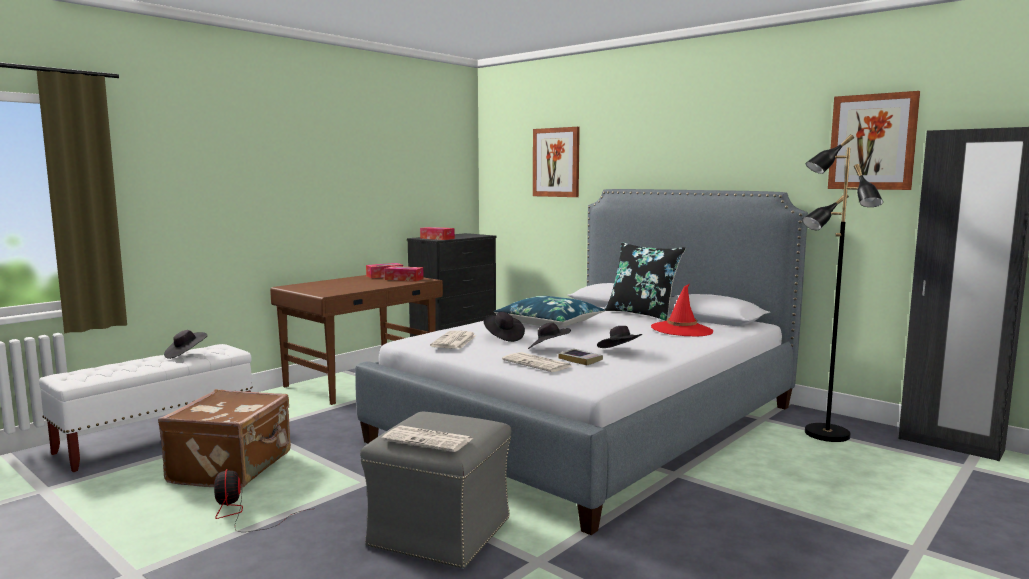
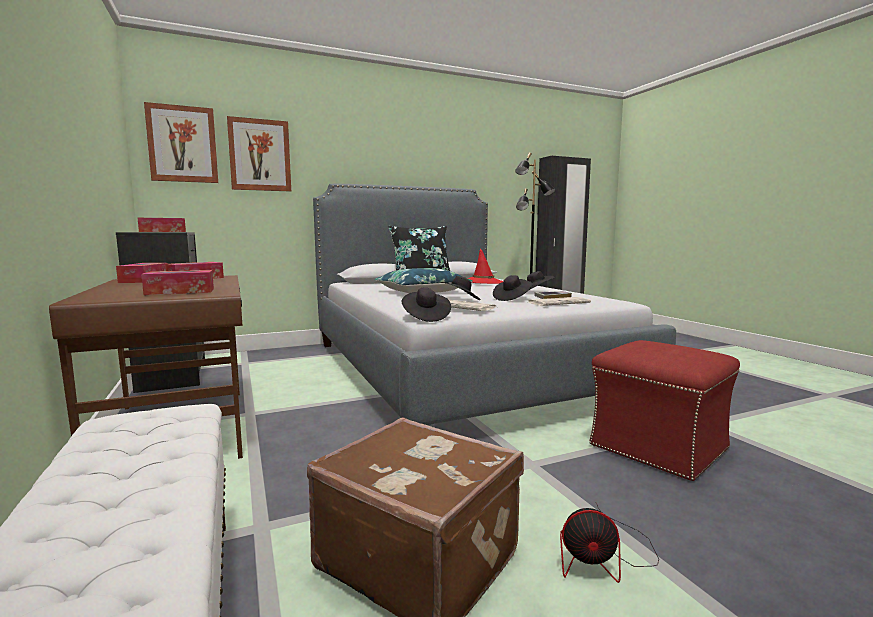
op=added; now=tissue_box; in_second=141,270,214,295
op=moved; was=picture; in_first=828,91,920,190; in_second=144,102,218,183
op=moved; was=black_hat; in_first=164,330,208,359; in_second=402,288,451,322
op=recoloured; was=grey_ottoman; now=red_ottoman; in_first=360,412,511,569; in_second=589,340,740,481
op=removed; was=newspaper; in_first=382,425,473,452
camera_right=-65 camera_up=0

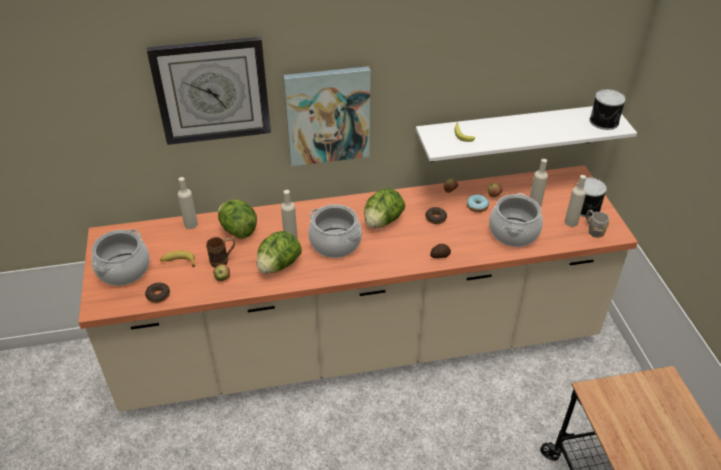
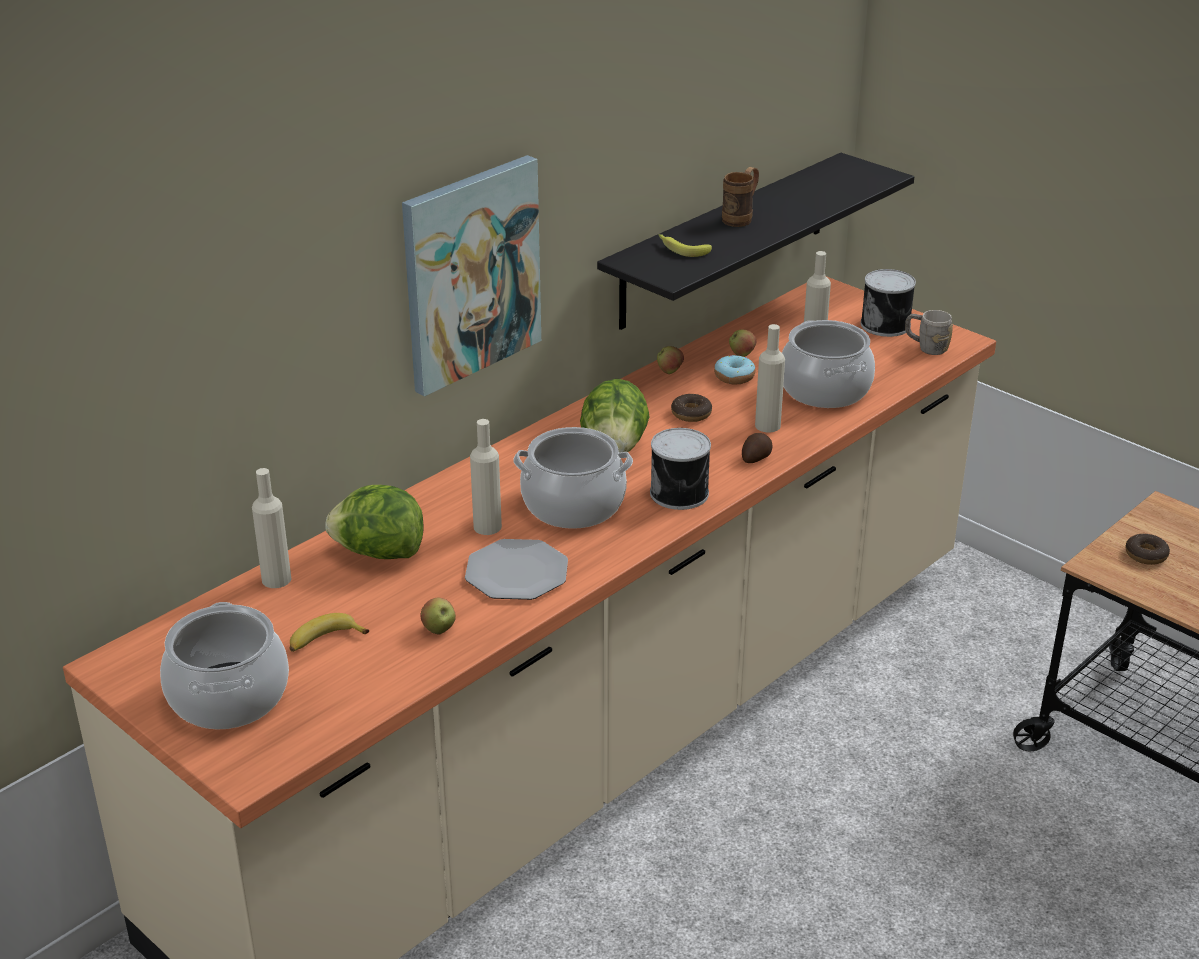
op=replaced; was=lettuce; now=plate; in_first=257,231,302,274; in_second=465,539,568,600
op=recoloured; was=white_shelf; now=black_shelf; in_first=416,106,637,162; in_second=597,153,914,330
op=moved; was=can; in_first=589,89,626,130; in_second=650,428,711,510
op=moved; was=brown_mug; in_first=206,237,235,268; in_second=722,167,759,227
op=moved; was=beige_bottle; in_first=564,175,586,227; in_second=755,324,785,432
op=moved; was=donut; in_first=145,283,170,303; in_second=1126,534,1170,565
op=removed; was=wall_clock; in_first=147,37,271,145
camera_right=-35 camera_up=-10

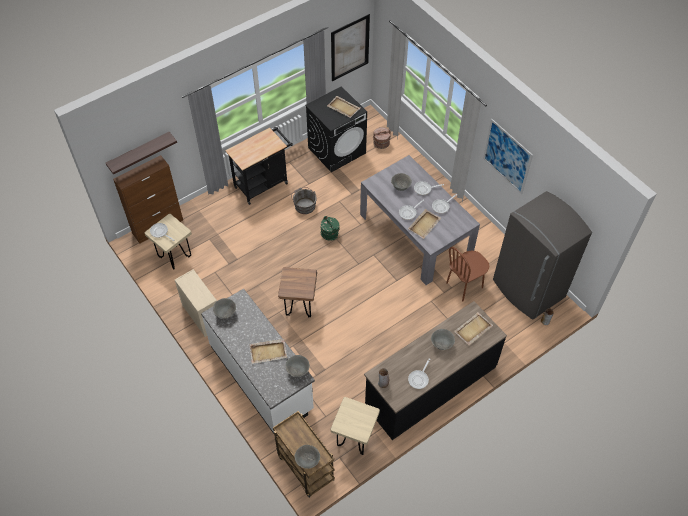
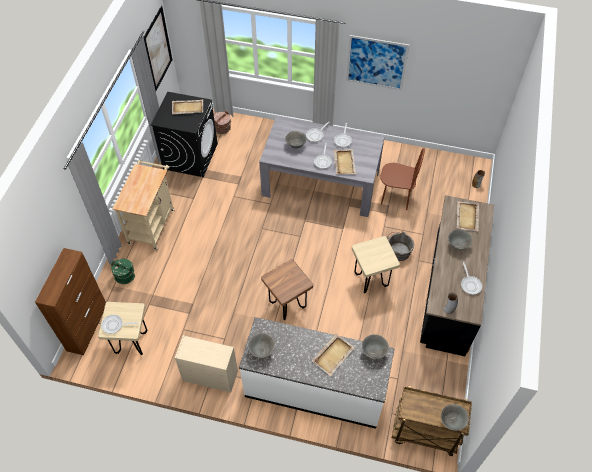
op=moved; was=green_bucket; in_first=321,216,340,241; in_second=111,259,135,284
op=recoloured; was=black_cart; now=beige_cart; in_first=225,127,293,205; in_second=112,160,175,250
op=moved; was=beige_stool; in_first=331,397,380,455; in_second=352,236,400,293
op=turned; was=brown_chair; in_first=446,247,489,301; in_second=381,148,425,210; clockwise=-90
op=moved; was=grey_bucket; in_first=291,187,317,214; in_second=387,232,414,261
op=removed; was=shelf; in_first=106,132,177,175
op=removed; was=grey_fridge; in_first=493,191,592,320
camera_right=-40 camera_up=0

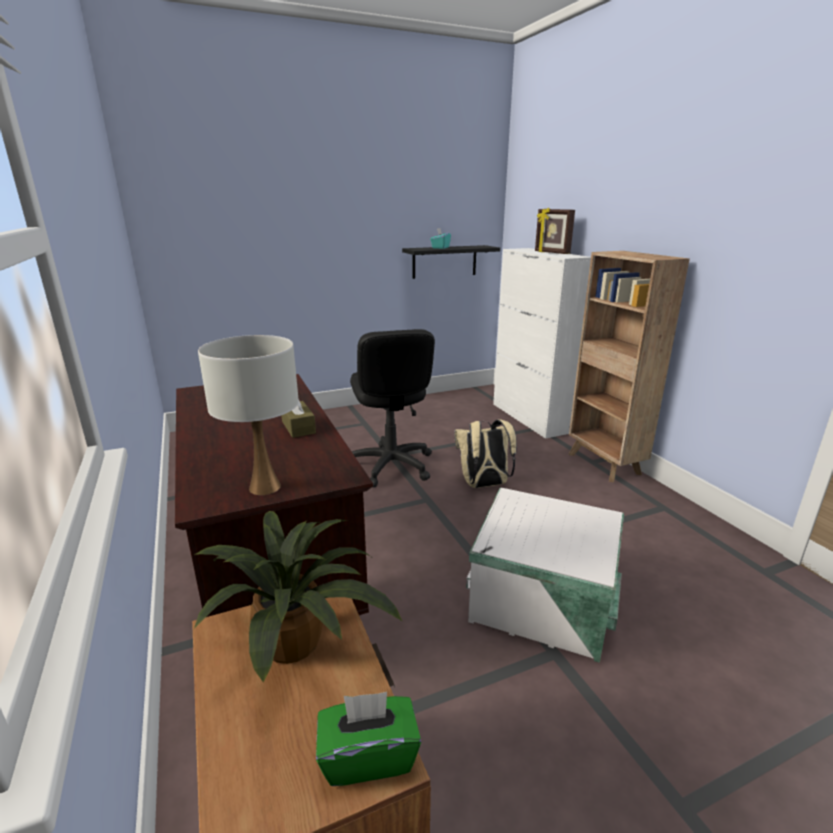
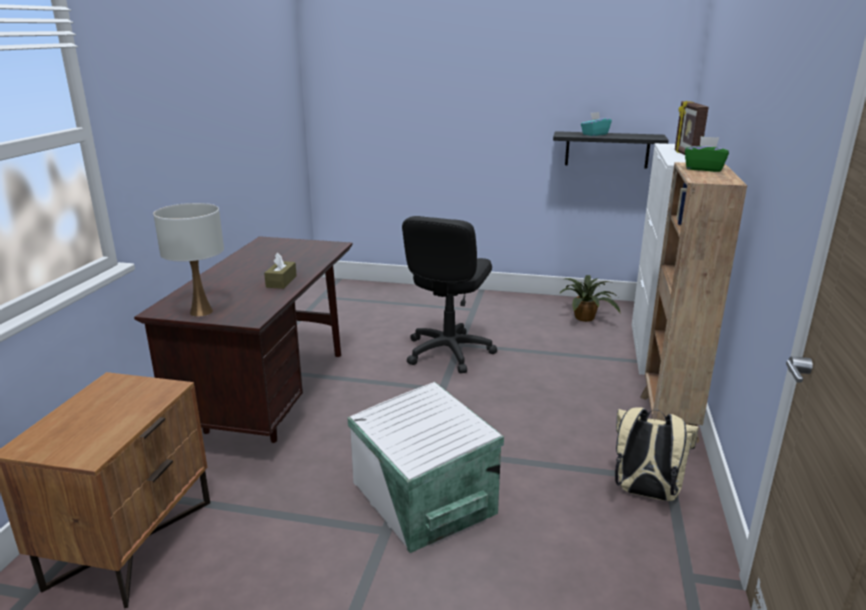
op=moved; was=potted_plant; in_first=194,511,402,683; in_second=559,275,621,322
op=moved; was=beige_backpack; in_first=454,419,517,488; in_second=615,407,699,501
op=moved; was=green_tissue_box; in_first=316,692,421,786; in_second=685,136,729,172
camera_right=35 camera_up=0

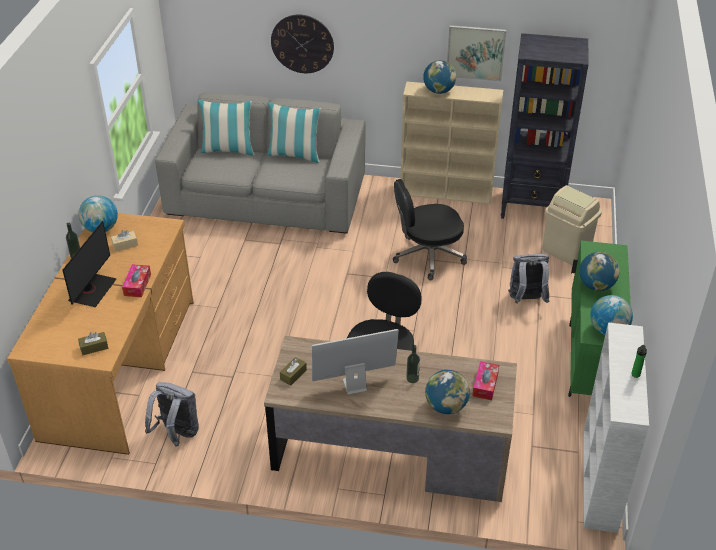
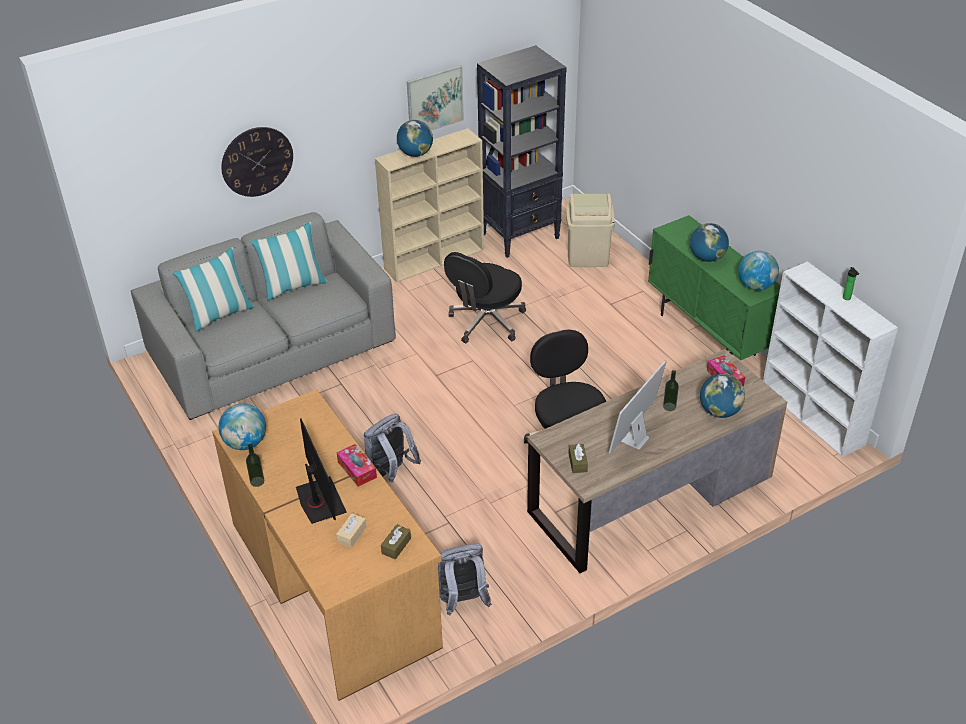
op=moved; was=beige_tissue_box; in_first=111,230,138,252; in_second=336,513,366,548
op=moved; was=grey_backpack; in_first=508,254,549,304; in_second=364,413,421,482
camera_right=-40 camera_up=0

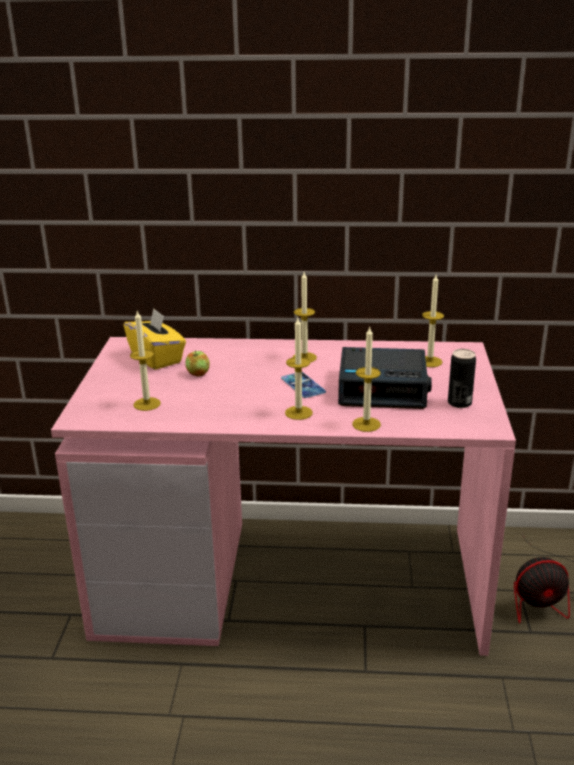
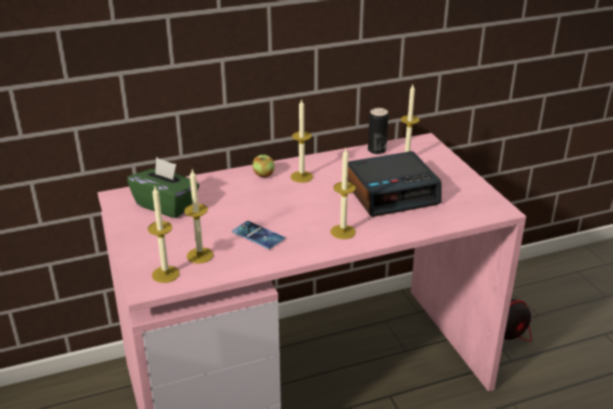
op=recoloured; was=yellow_tissue_box; now=green_tissue_box; in_first=124,308,186,370; in_second=127,157,199,218
op=moved; was=candle; in_first=352,327,381,432; in_second=148,187,180,283
op=moved; was=phone; in_first=281,372,326,398; in_second=232,221,285,249
op=moved; was=apple; in_first=186,350,210,377; in_second=253,154,275,177
op=moved; was=can; in_first=448,349,476,408; in_second=368,108,389,154
camera_right=-25 camera_up=5

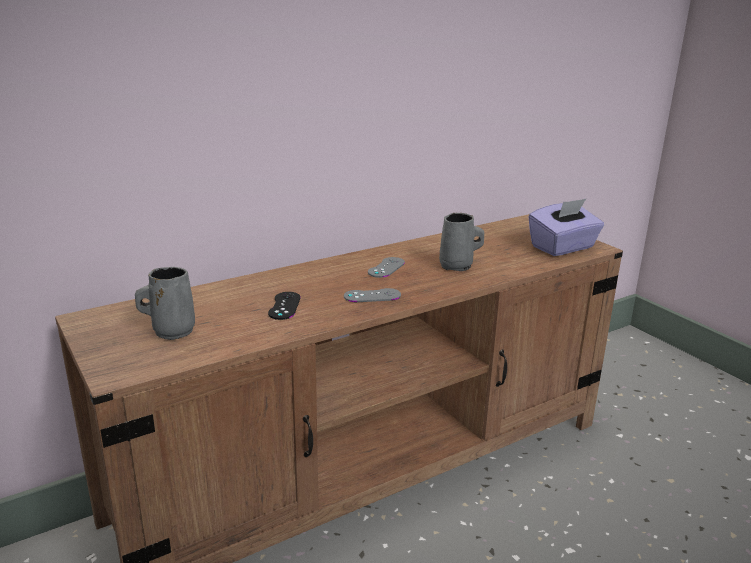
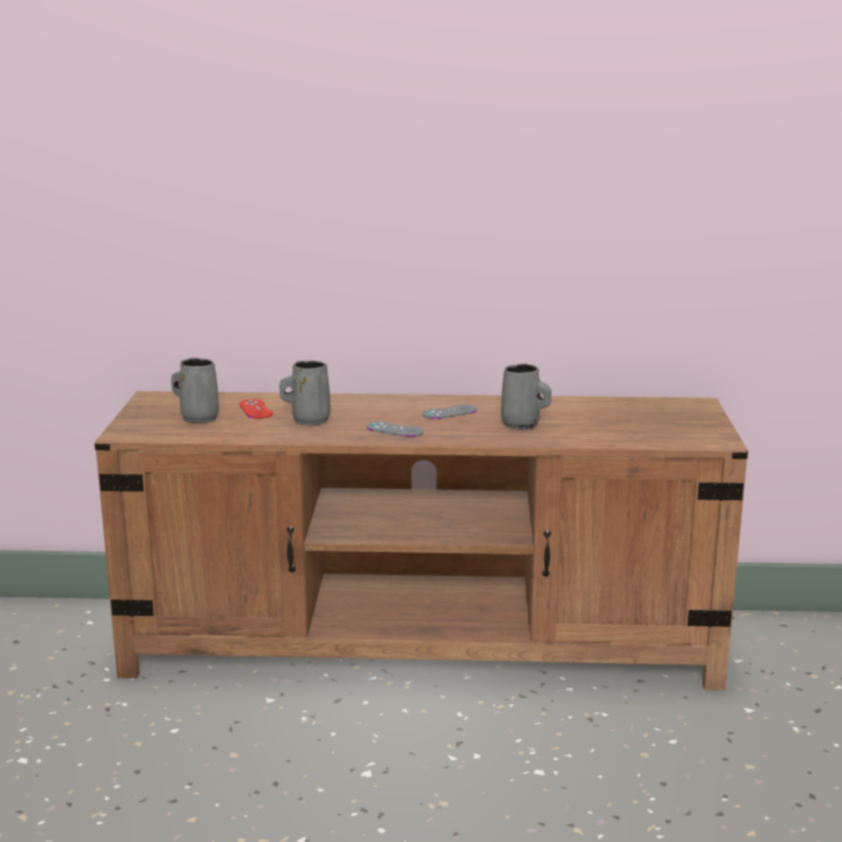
op=added; now=red_game_controller; in_second=239,399,273,419
op=replaced; was=black_game_controller; now=grey_mug; in_first=268,292,301,320; in_second=280,360,331,426
op=removed; was=purple_tissue_box; in_first=528,199,604,256
camera_right=35 camera_up=-5

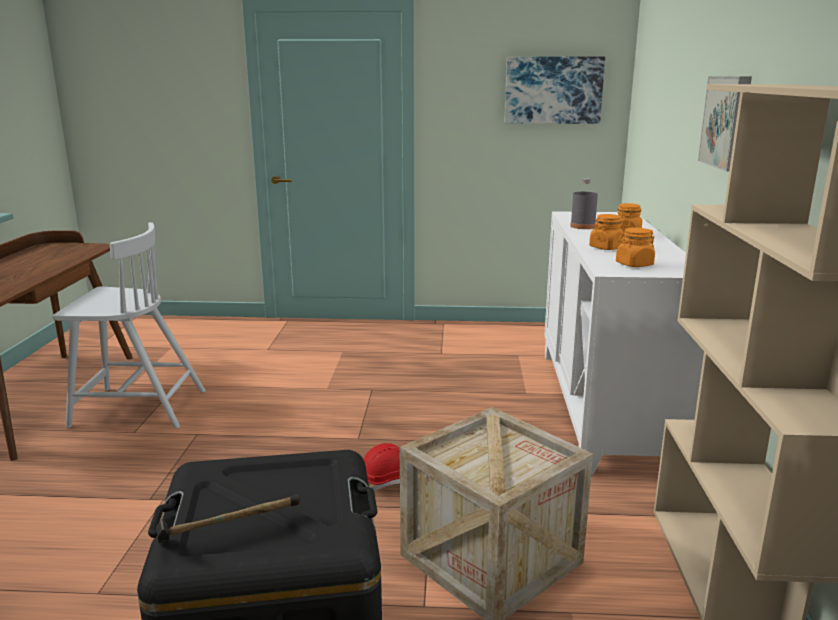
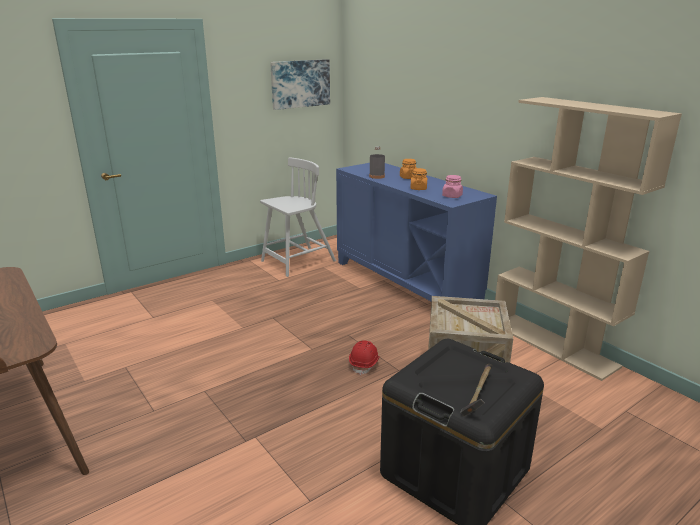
op=moved; was=white_chair; in_first=53,222,206,429; in_second=260,157,336,277
op=recoloured; was=white_cabinet; now=blue_cabinet; in_first=544,211,704,475; in_second=336,163,497,302
op=recoloured; was=orange_jar; now=pink_jar; in_first=616,228,655,267; in_second=442,175,463,198
op=removed; was=picture; in_first=698,76,752,171
camera_right=-40 camera_up=5

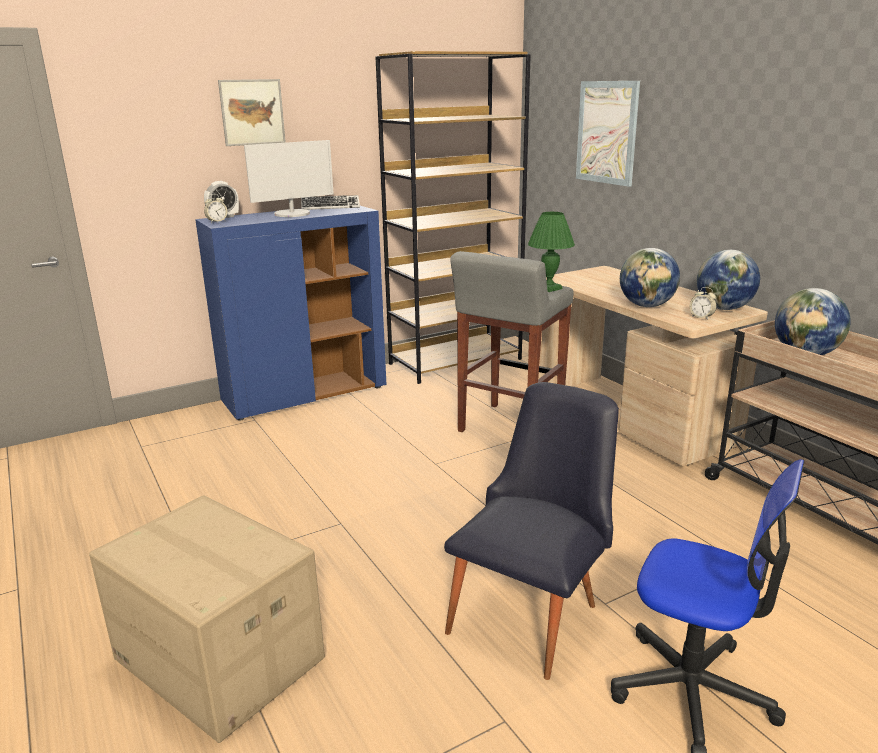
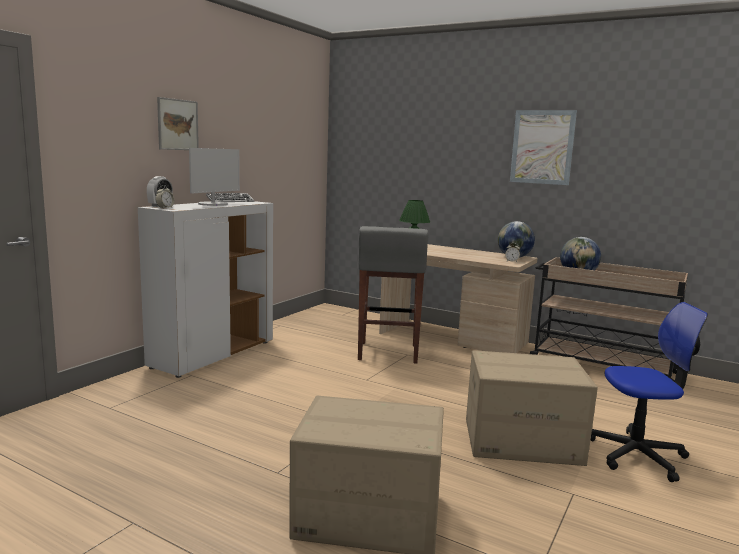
op=recoloured; was=blue_cabinet; now=white_cabinet; in_first=195,206,386,421; in_second=138,201,273,378
op=replaced; was=black_chair; now=cardboard_box; in_first=444,382,619,680; in_second=466,350,598,466
op=moved; was=picture; in_first=576,81,640,187; in_second=510,110,577,185
op=removed; was=brown_bookcase; in_first=376,51,531,384
op=removed; was=globe; in_first=620,248,680,307
camera_right=-30 camera_up=-10

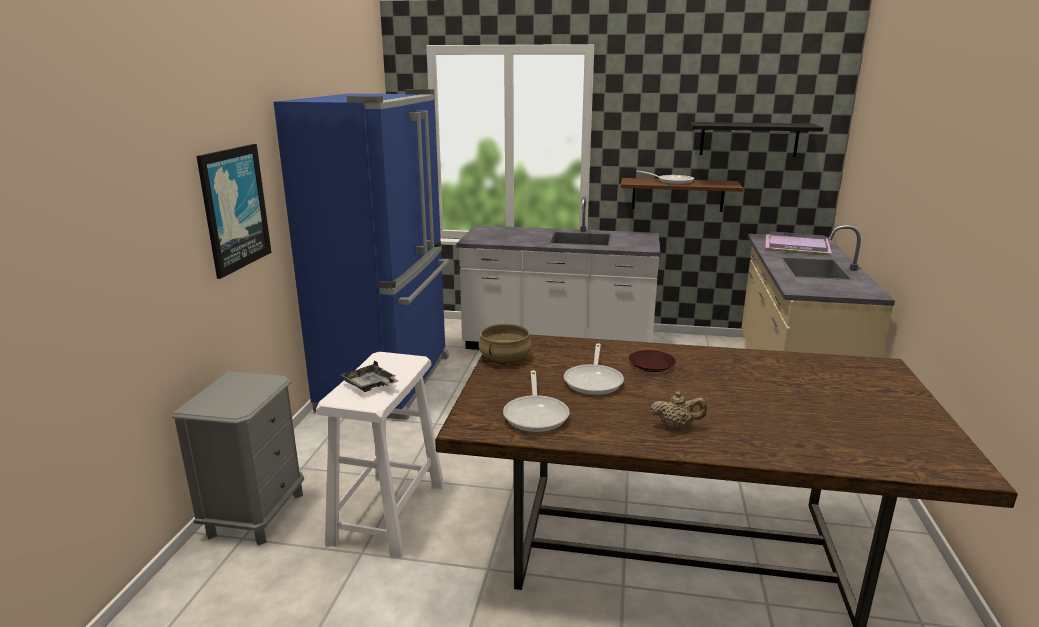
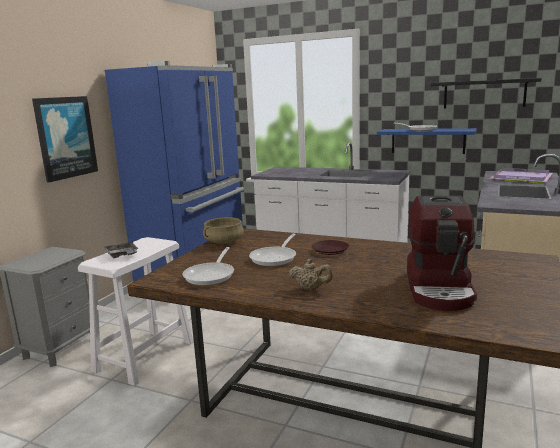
op=recoloured; was=brown_shelf; now=blue_shelf; in_first=621,178,743,212; in_second=377,128,477,154
op=added; now=coffee_machine; in_second=407,196,477,311
camera_right=15 camera_up=-5

